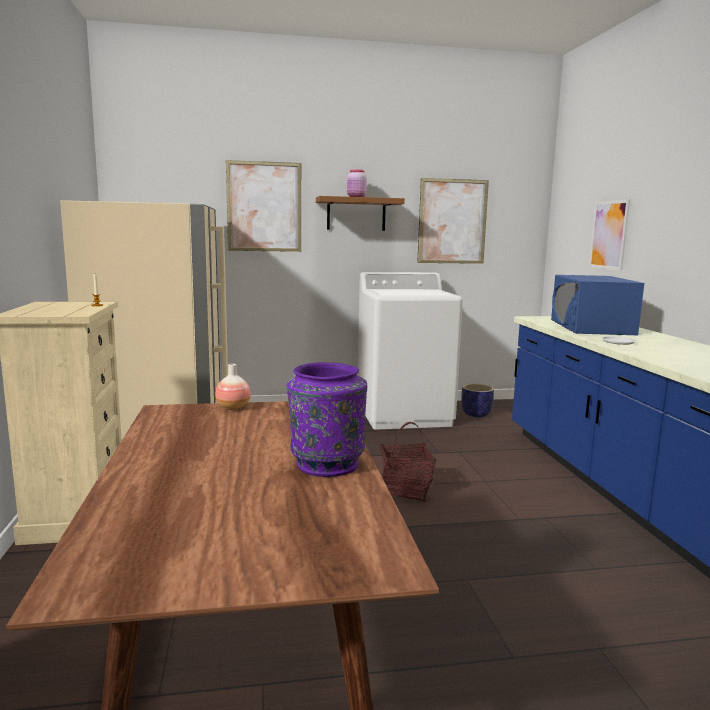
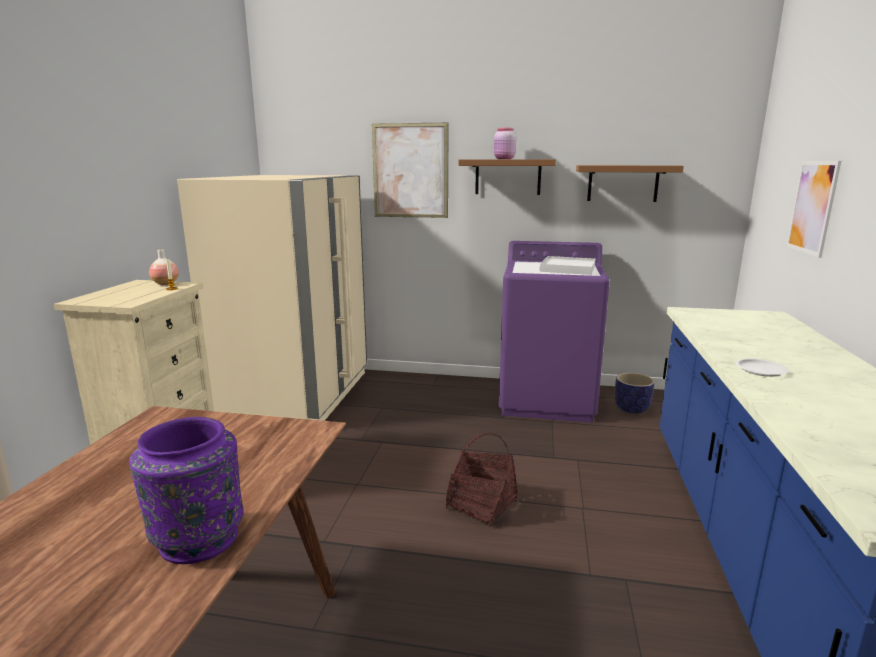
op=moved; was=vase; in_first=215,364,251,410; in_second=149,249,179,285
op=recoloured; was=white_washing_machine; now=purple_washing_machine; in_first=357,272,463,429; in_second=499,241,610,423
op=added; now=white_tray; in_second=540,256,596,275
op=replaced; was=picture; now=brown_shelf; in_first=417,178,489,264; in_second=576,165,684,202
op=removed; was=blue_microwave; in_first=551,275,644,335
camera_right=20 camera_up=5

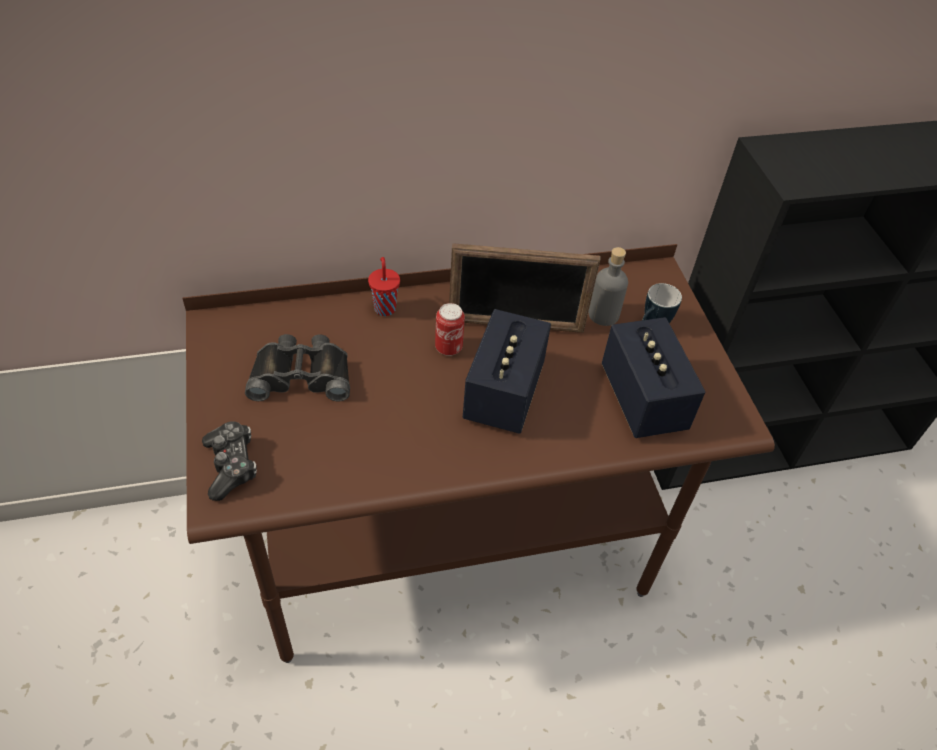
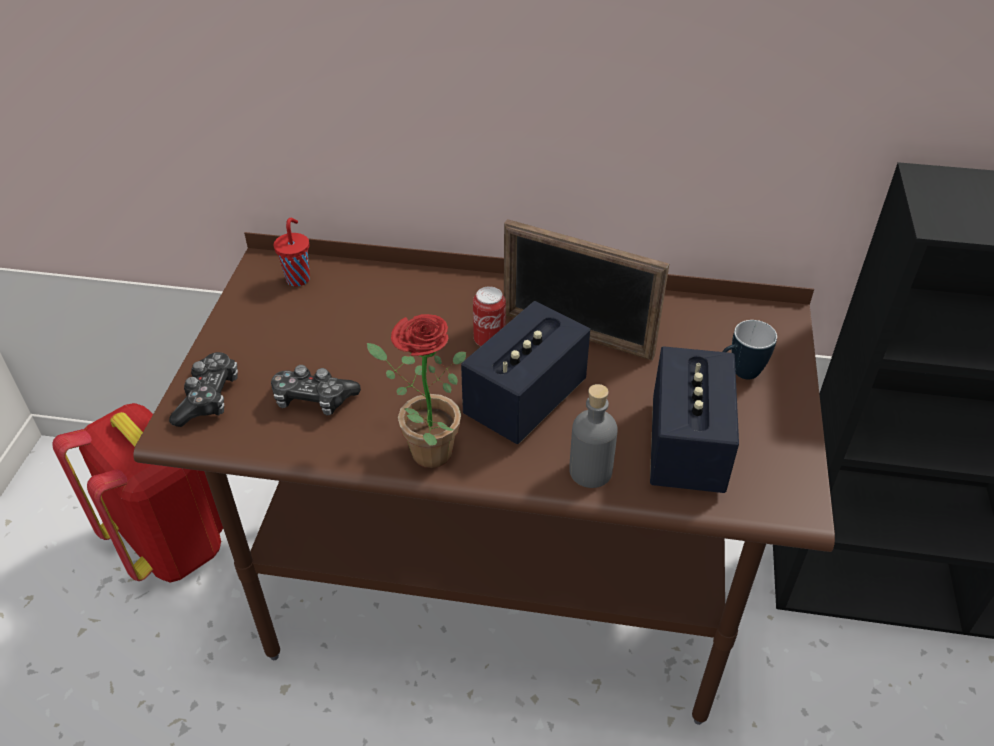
op=added; now=red_backpack; in_second=53,403,223,583
op=added; now=game_controller; in_second=271,365,361,415
op=moved; was=red_cup; in_first=368,257,400,316; in_second=274,218,310,286
op=added; now=potted_plant; in_second=367,314,466,468
op=moved; was=grey_bottle; in_first=589,247,628,326; in_second=569,384,618,488
op=removed; was=black_binoculars; in_first=245,334,350,402
camera_right=25 camera_up=-5

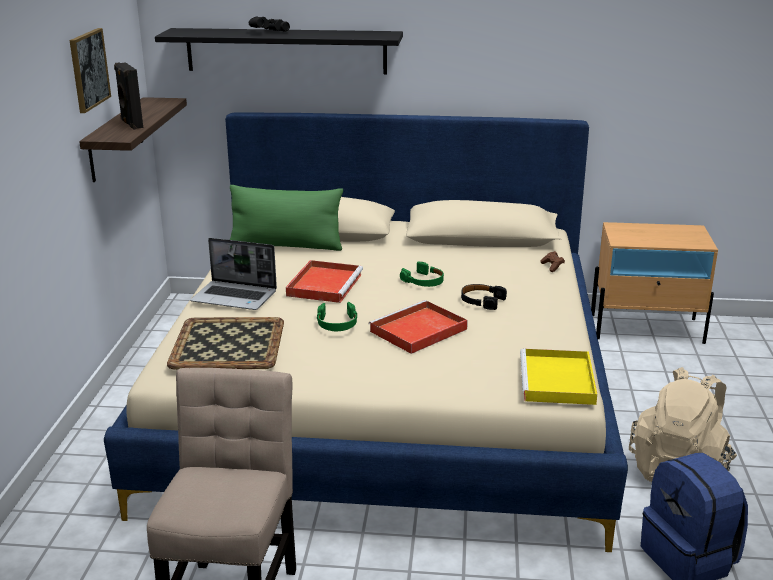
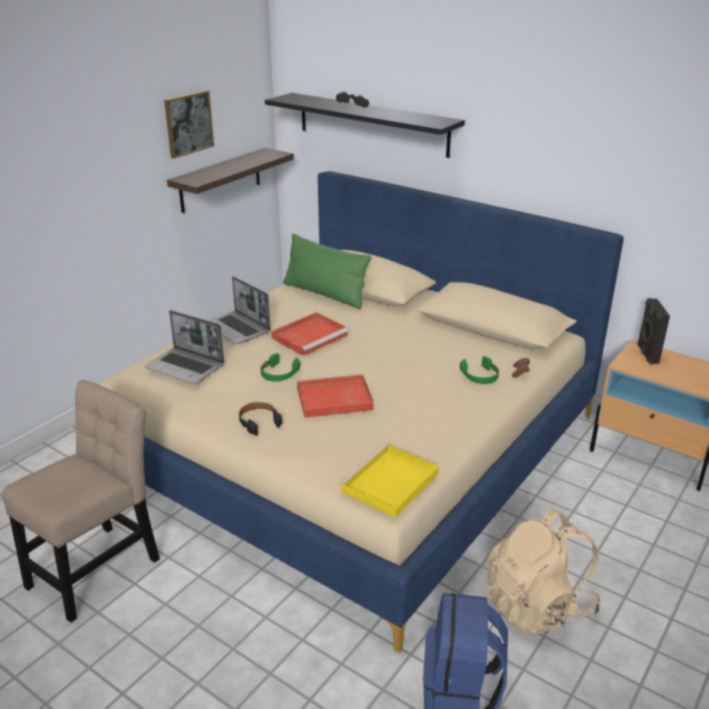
op=replaced; was=tray; now=laptop; in_first=167,317,284,370; in_second=145,310,224,384
op=moved; was=black_headphones; in_first=461,284,507,310; in_second=239,402,282,435
op=moved; was=green_headphones; in_first=400,262,444,287; in_second=460,356,499,384
op=moved; was=black_speaker; in_first=114,62,143,130; in_second=637,298,670,364
camera_right=30 camera_up=5

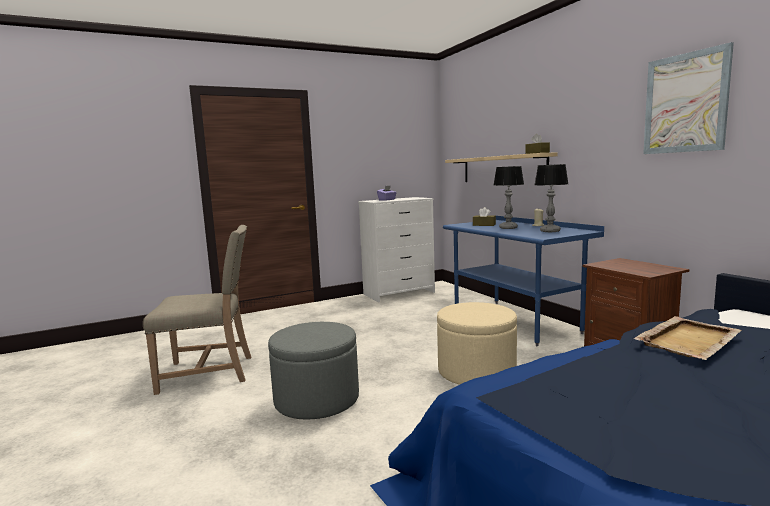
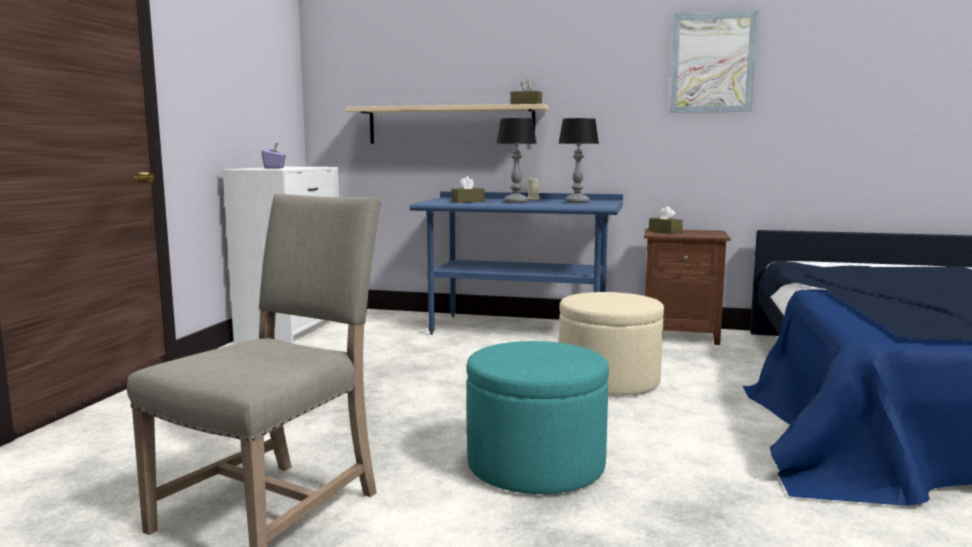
op=recoloured; was=grey_ottoman; now=turquoise_ottoman; in_first=268,322,359,420; in_second=467,341,609,494
op=added; now=brown_tissue_box; in_second=649,206,683,234
op=removed; was=beige_tray; in_first=634,316,742,360
camera_right=-50 camera_up=0

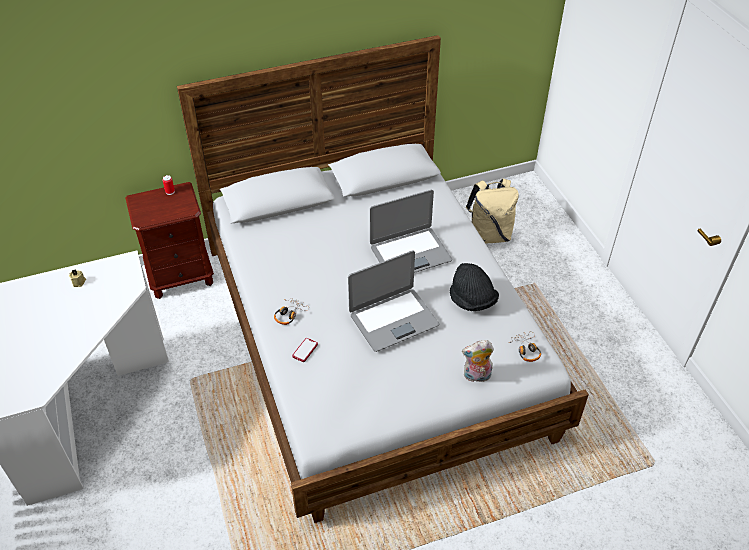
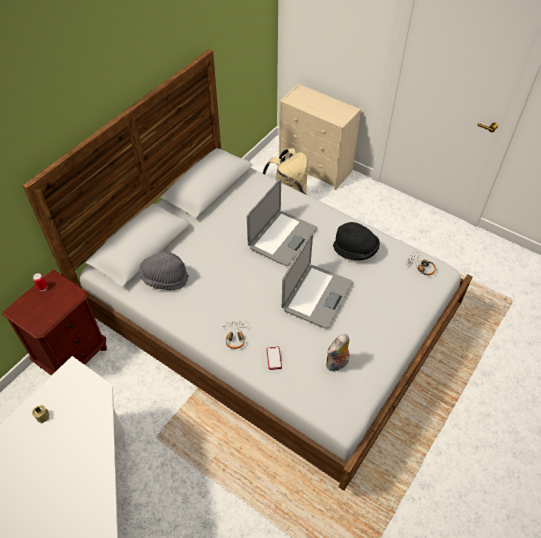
op=added; now=grey_hat; in_second=139,252,189,290
op=added; now=beige_dresser; in_second=279,84,361,190
op=moved; was=plush_toy; in_first=462,340,494,382; in_second=326,334,349,372
camera_right=-35 camera_up=5

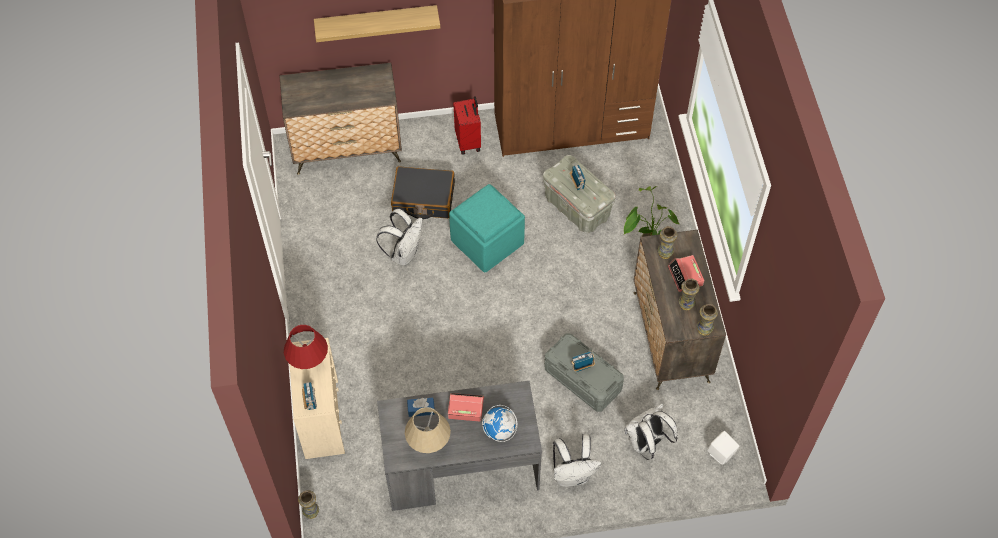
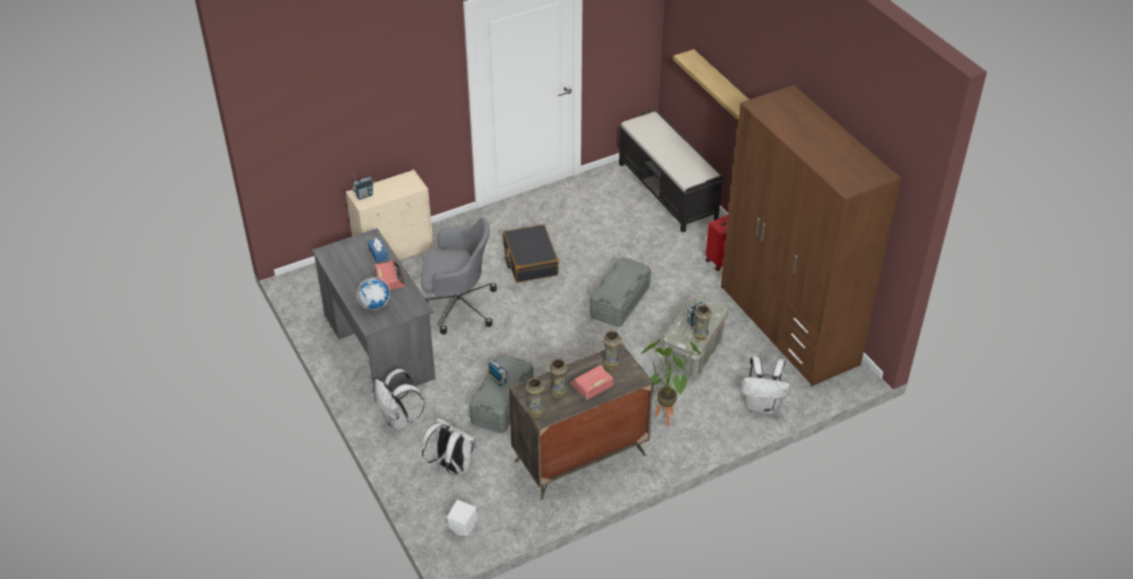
op=added; now=grey_office_chair; in_second=421,217,497,335
op=moved; was=black_suitcase; in_first=391,166,455,219; in_second=503,224,559,283
op=replaced; was=turquoise_ottoman; now=grey_storage_box; in_first=449,184,525,272; in_second=590,257,651,327
op=replaced; was=dresser; now=black_bench; in_first=279,63,402,175; in_second=619,110,724,233
op=moved; was=vase; in_first=298,490,319,519; in_second=693,305,712,341
op=moved; was=white_backpack; in_first=376,209,423,266; in_second=742,356,790,414
op=removed; was=red_table_lamp; in_first=284,325,328,369
op=removed; was=beige_table_lamp; in_first=405,407,451,453
camera_right=70 camera_up=-15

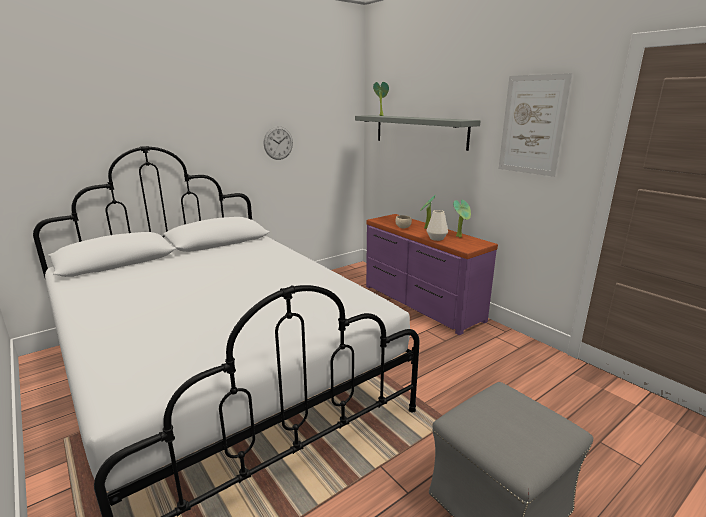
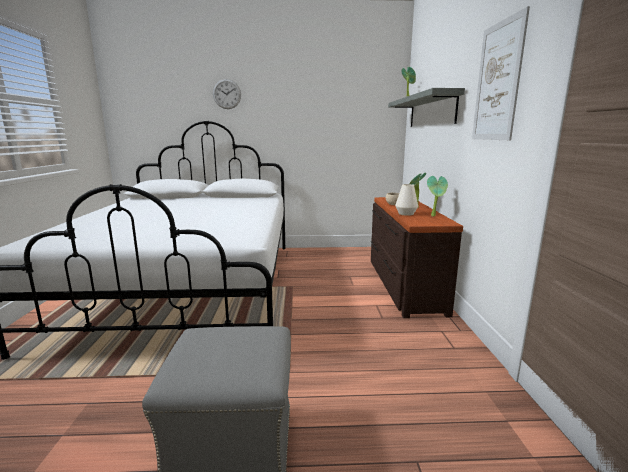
op=moved; was=wall_clock; in_first=264,126,293,160; in_second=213,79,241,109
op=recoloured; was=purple_dresser; now=brown_dresser; in_first=366,214,498,335; in_second=371,197,463,318
camera_right=35 camera_up=-5

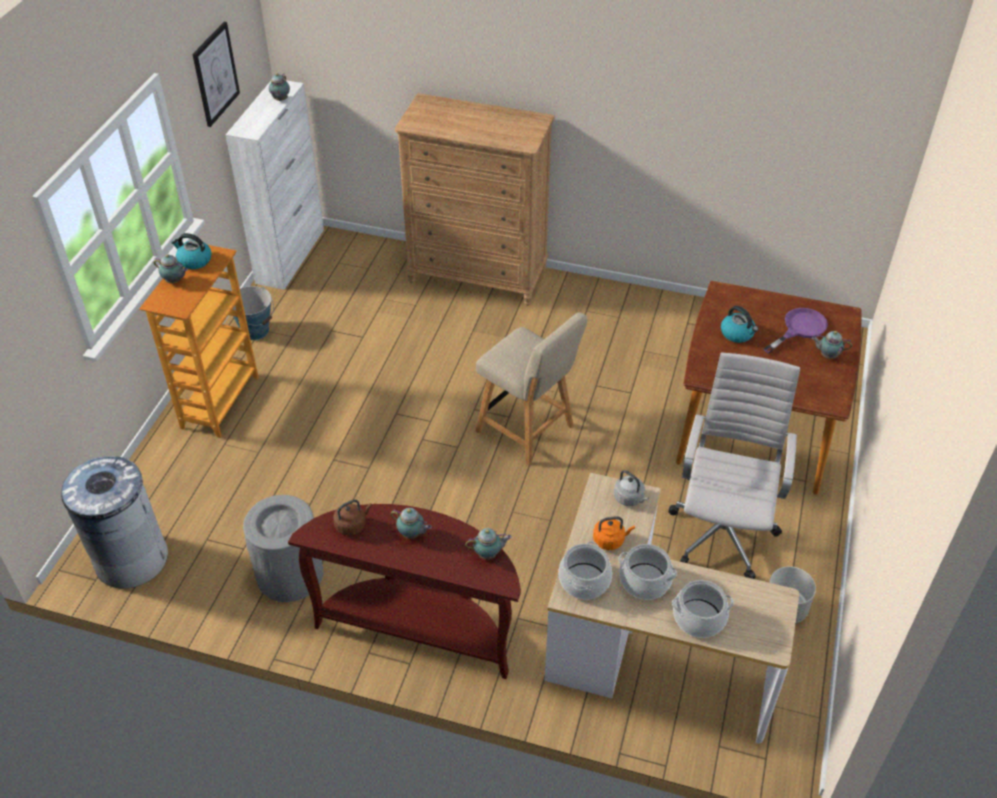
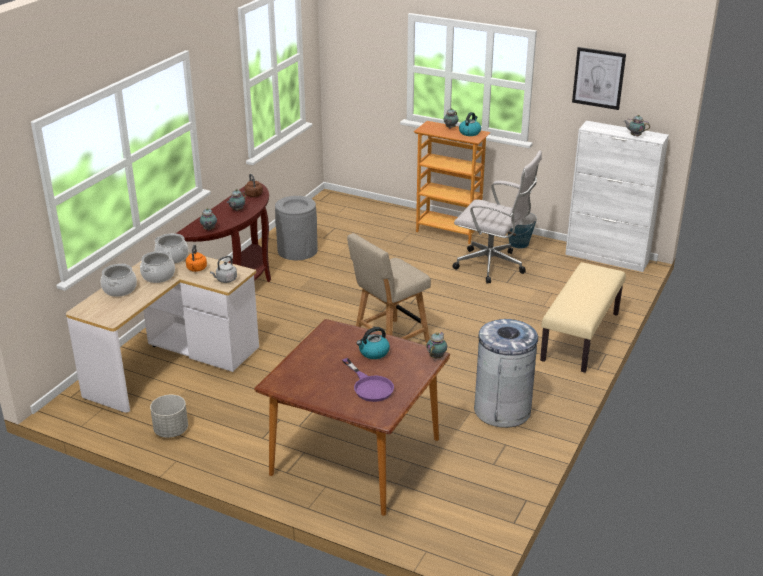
op=moved; was=teapot; in_first=812,331,852,359; in_second=426,332,447,359
op=moved; was=white_office_chair; in_first=668,352,800,579; in_second=452,150,542,283
op=moved; was=grey_trash_can; in_first=61,454,168,589; in_second=474,319,540,428
op=replaced; was=brown_dresser; now=beige_bench; in_first=395,93,555,306; in_second=540,262,626,373
camera_right=100 camera_up=-15

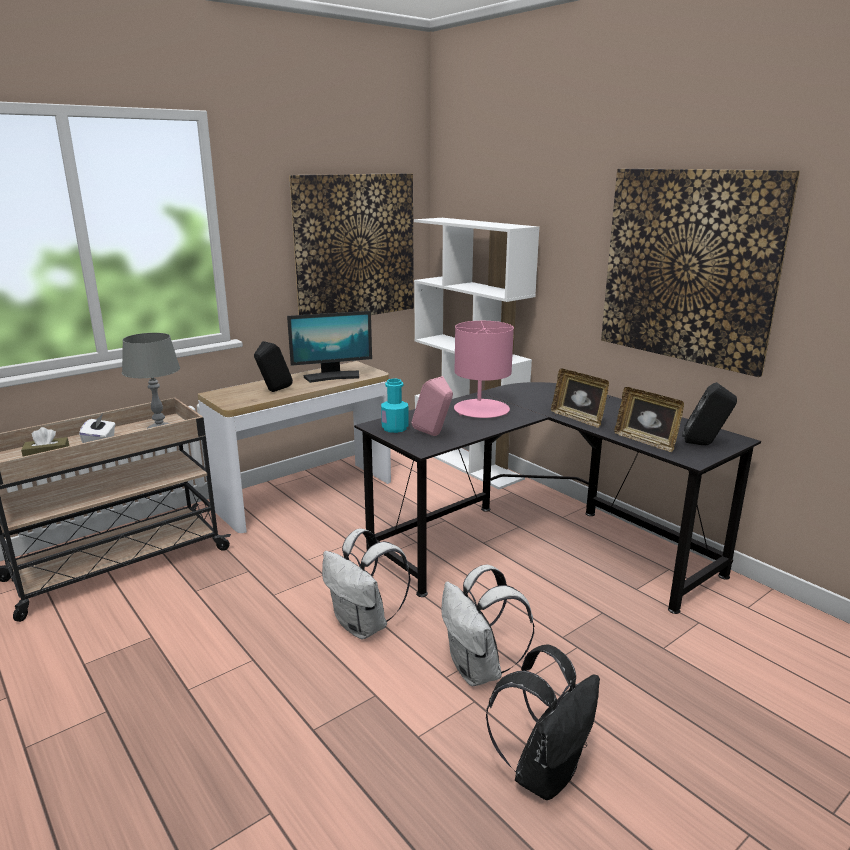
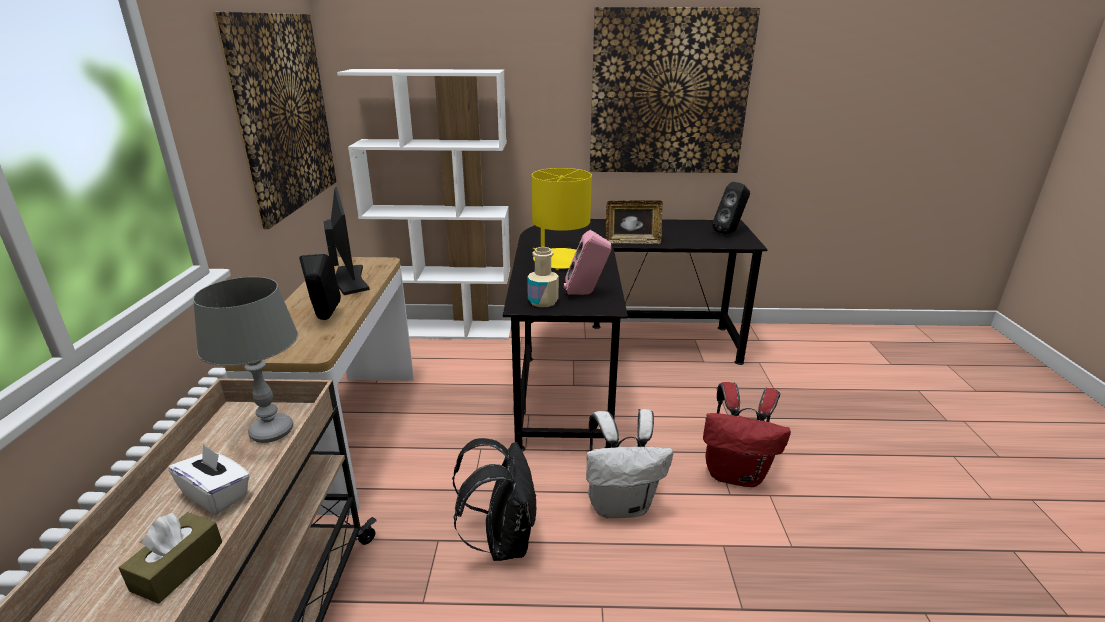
op=turned; was=monitor; in_first=287,311,372,383; in_second=324,187,370,295; clockwise=-45
op=moved; was=black_backpack; in_first=486,644,600,800; in_second=452,438,536,561
op=recoloured; was=turquoise_bottle; now=beige_bottle; in_first=381,379,409,433; in_second=527,247,559,307
op=recoloured; was=pink_table_lamp; now=yellow_table_lamp; in_first=454,321,514,418; in_second=532,168,592,270
op=recoloured; was=white_backpack; now=red_backpack; in_first=441,565,534,686; in_second=703,382,791,487
op=removed; was=picture_frame; in_first=614,387,684,452
camera_right=-50 camera_up=5

